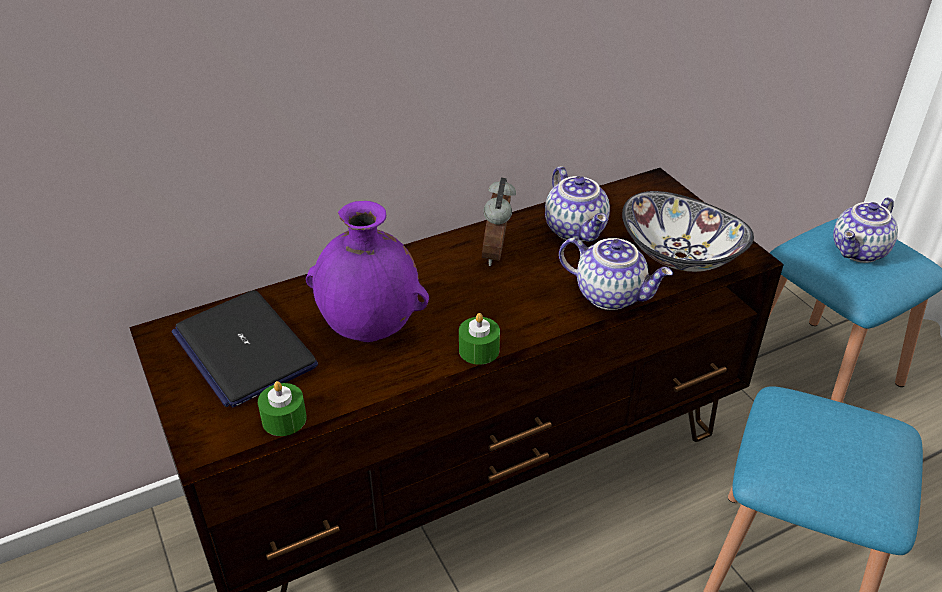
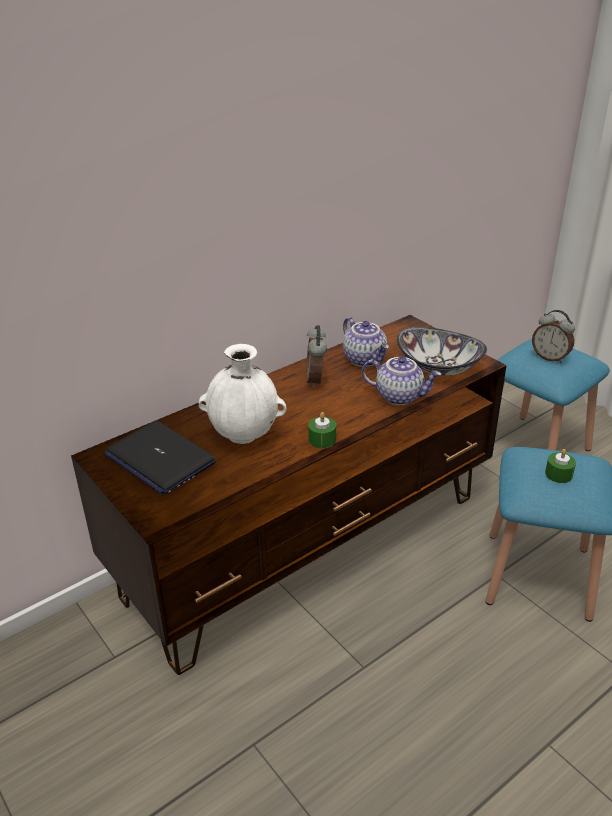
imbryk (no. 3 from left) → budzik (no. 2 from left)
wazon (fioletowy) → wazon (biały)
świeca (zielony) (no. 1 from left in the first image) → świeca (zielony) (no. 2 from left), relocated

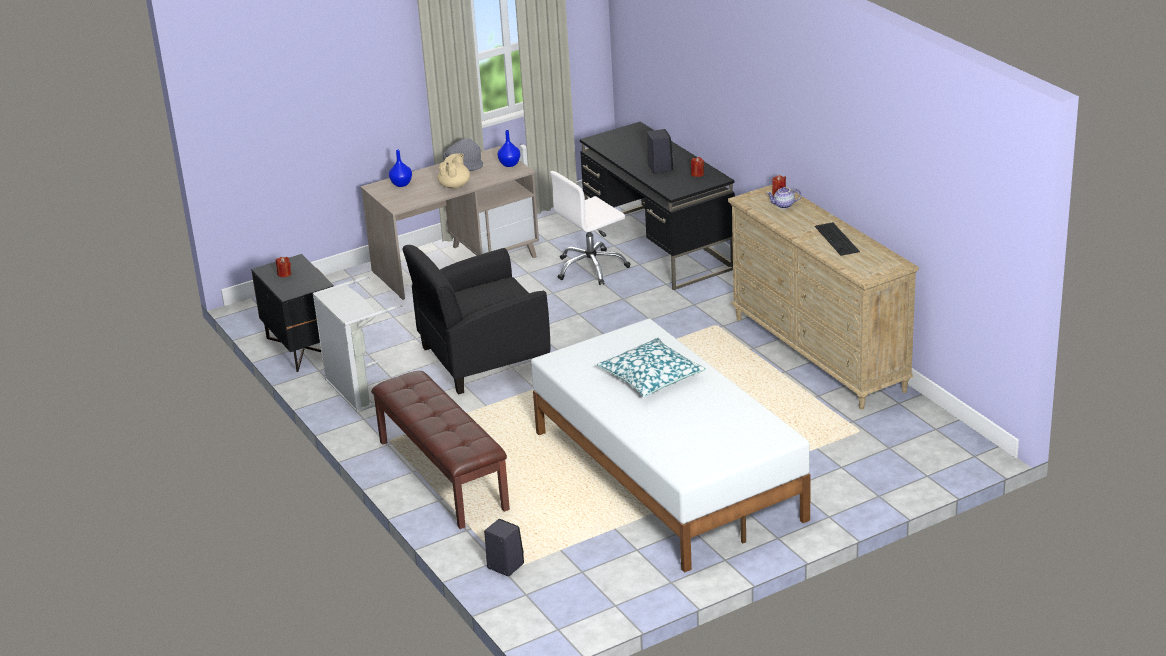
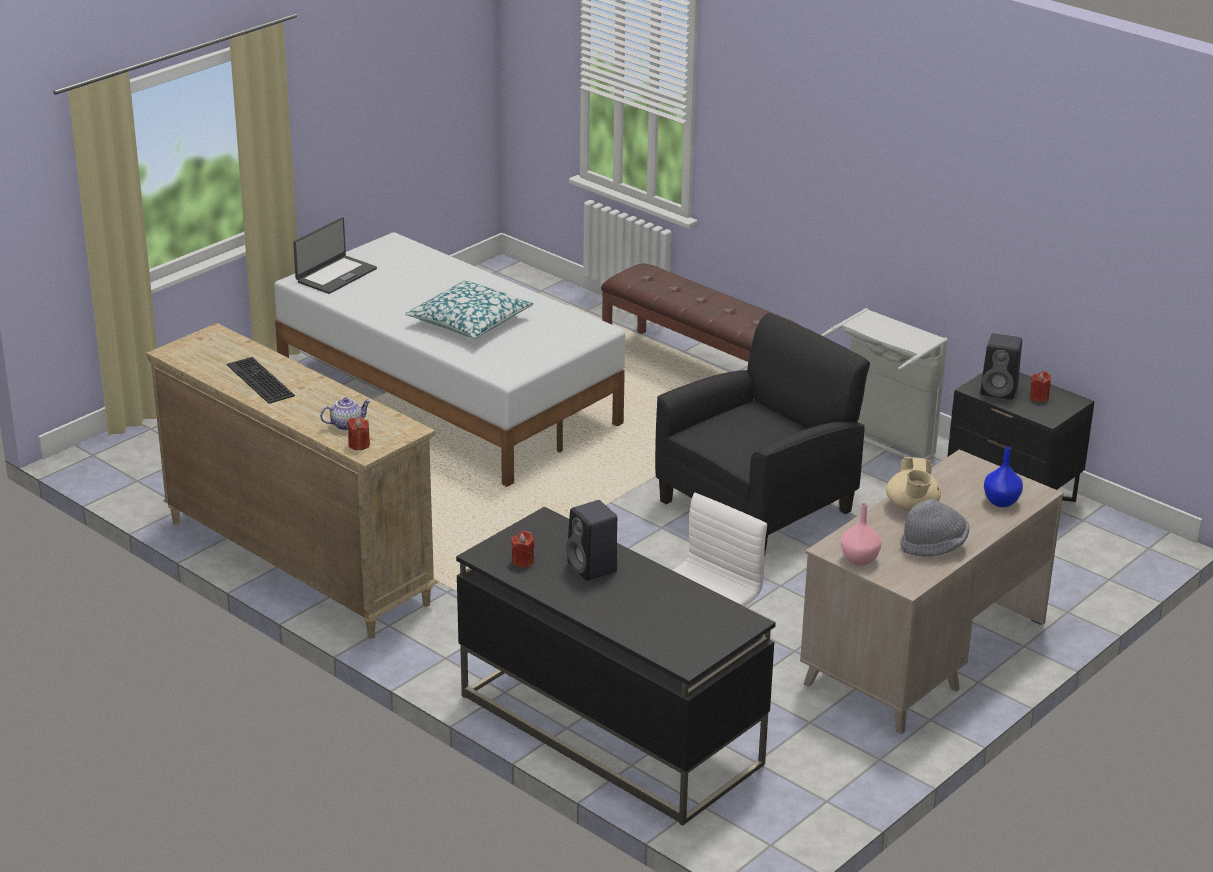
wazon (niebieski) (no. 2 from left) → wazon (różowy)
głośnik (czarny) (no. 1 from left in the first image) → głośnik (czarny) (no. 2 from left), relocated
- → laptop

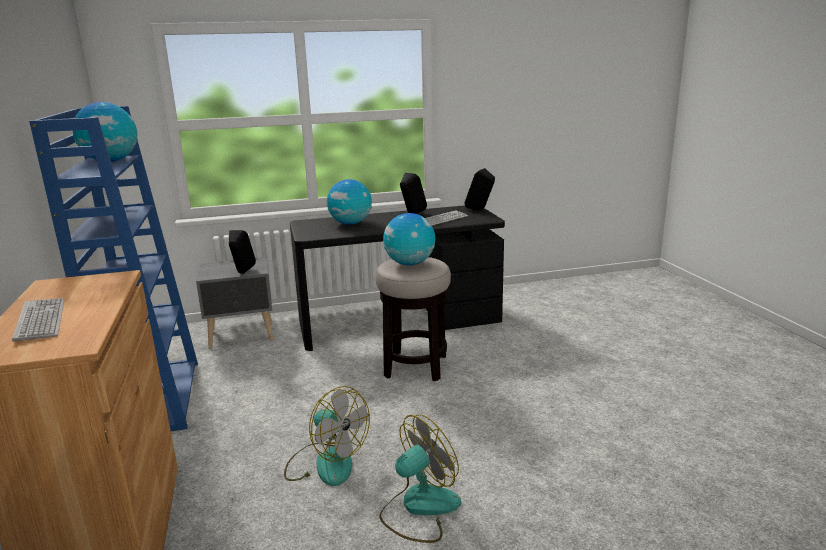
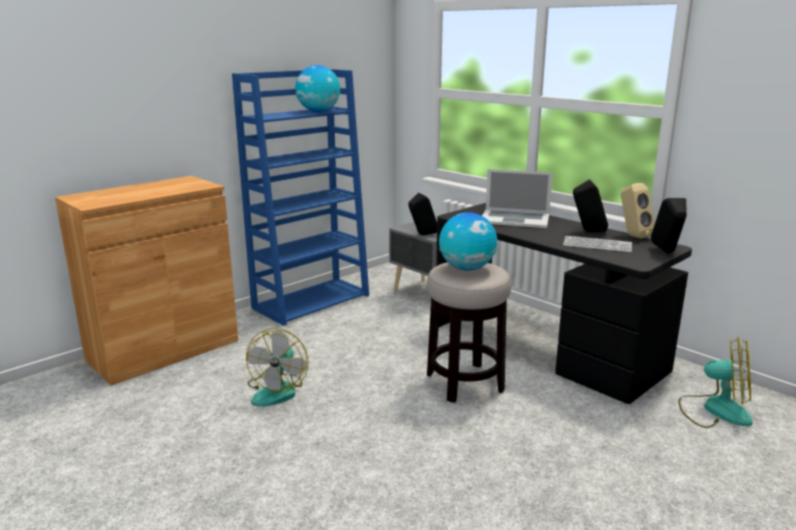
globus (no. 2 from left) → laptop
klawiatura (no. 1 from left) → -
wentylator (no. 2 from left), relocated
- → głośnik (beżowy)

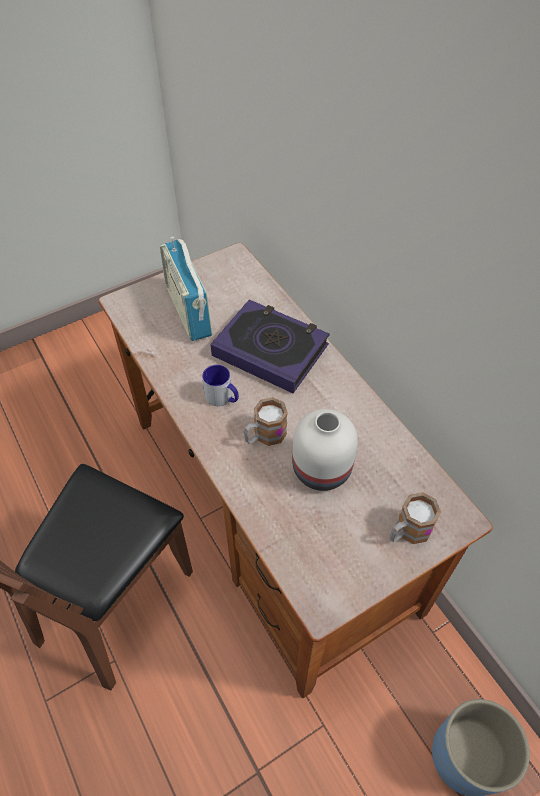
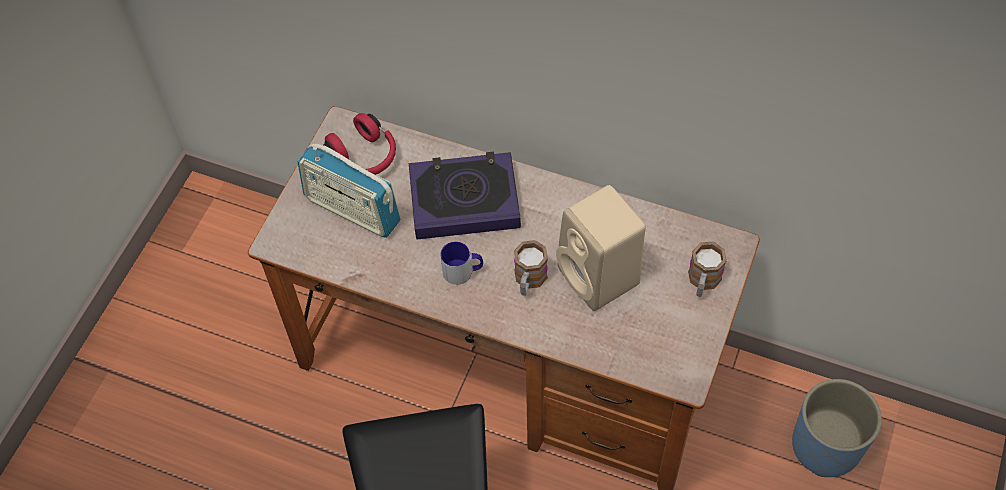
wazon (biały) → głośnik (beżowy)
- → słuchawki (czerwony)

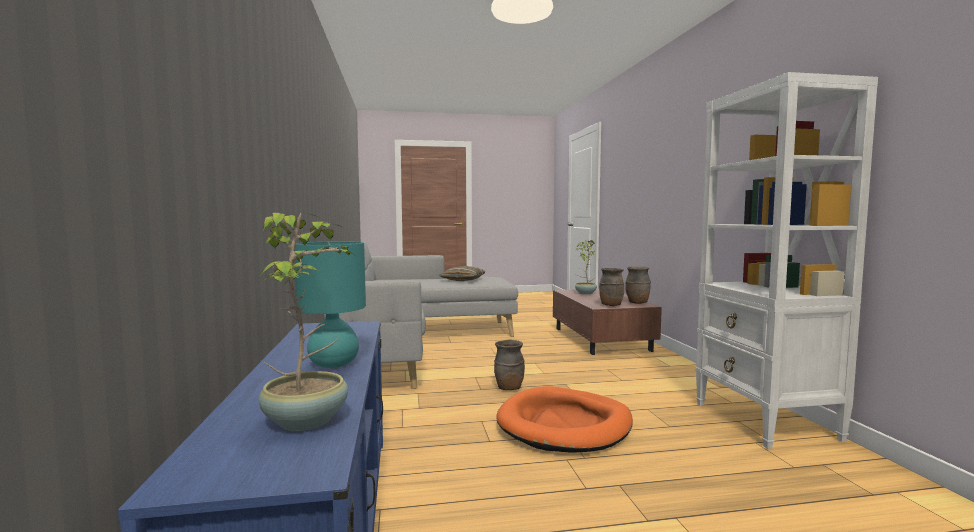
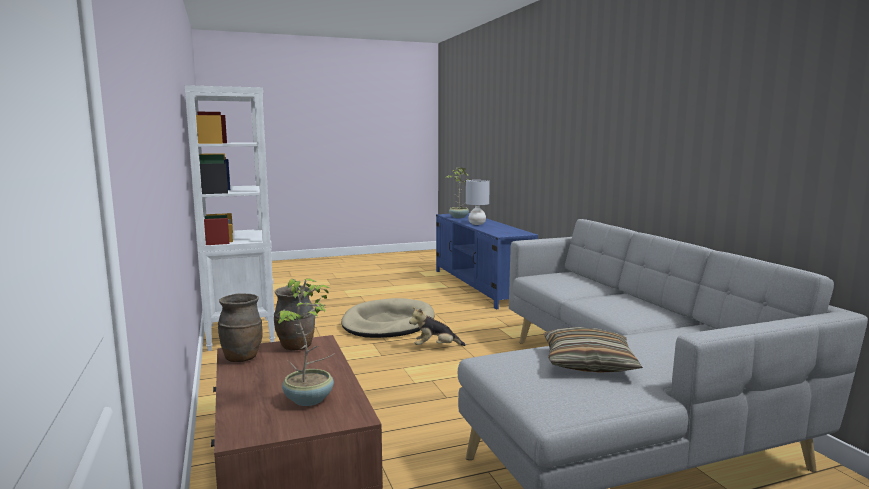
lampa stołowa (turkusowy) → lampa stołowa (szary)
wazon (brązowy) (no. 1 from left) → pluszak
legowisko (pomarańczowy) → legowisko (beżowy)

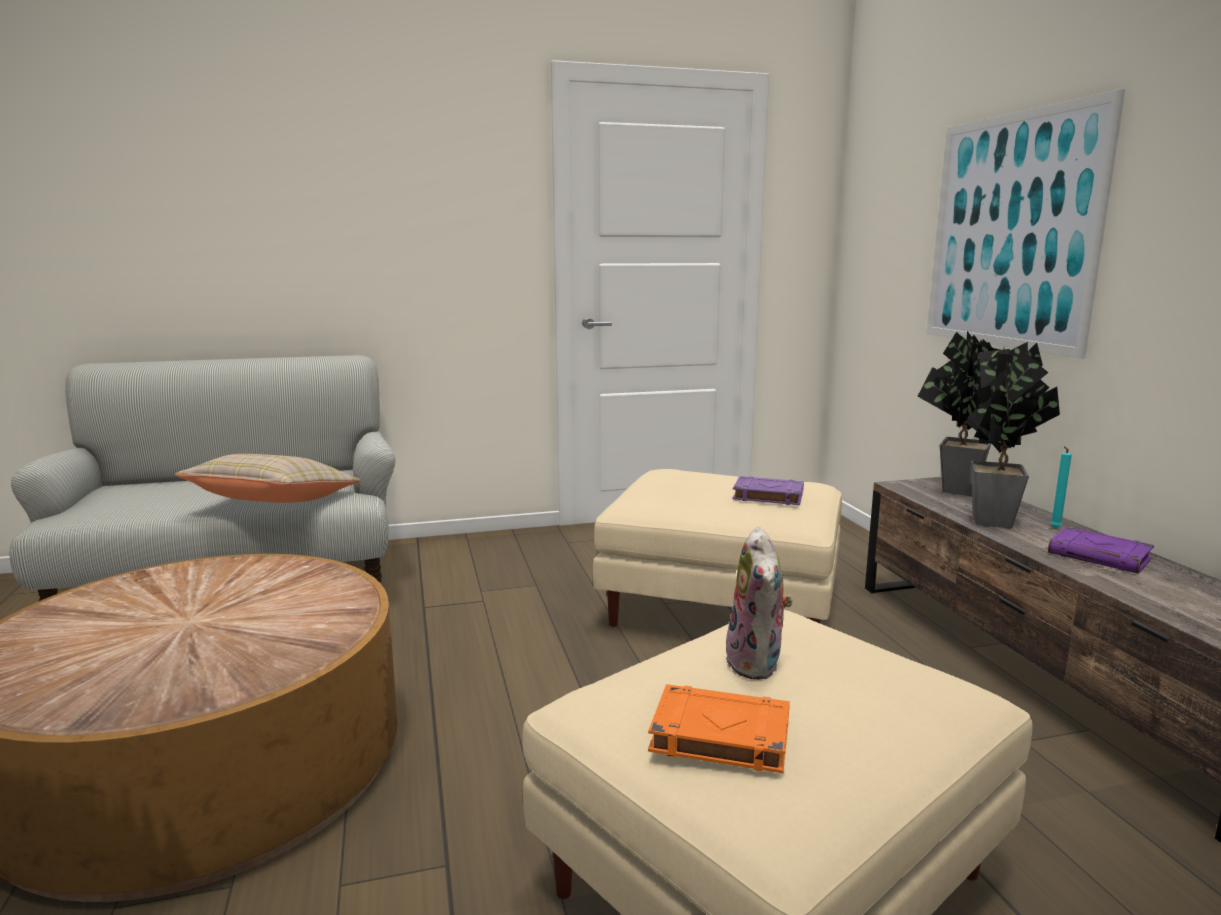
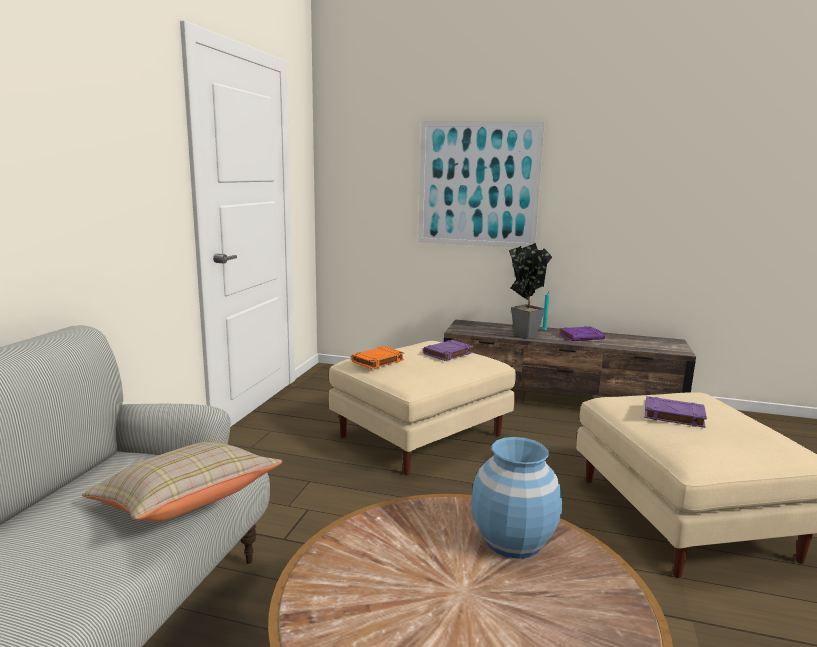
roślina doniczkowa (no. 1 from left) → -
pluszak → książka (fioletowy) (no. 3 from left)
książka (pomarańczowy), relocated
- → wazon (niebieski)

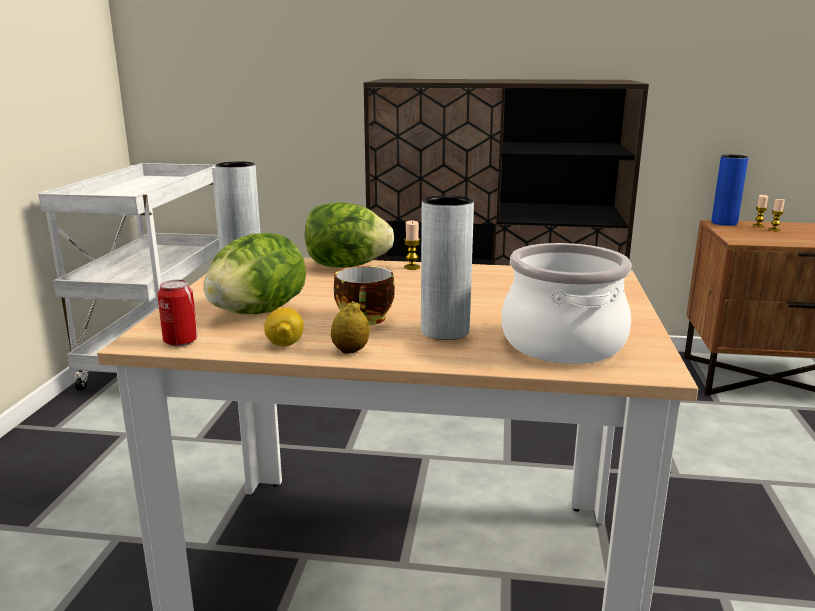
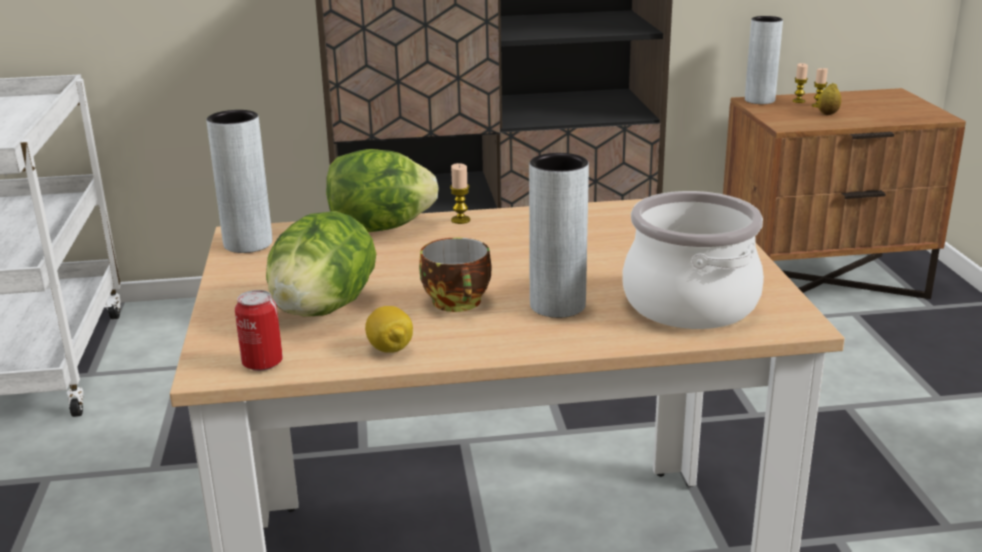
wazon (niebieski) → wazon (szary) (no. 3 from left)
cytryna (no. 2 from left), relocated

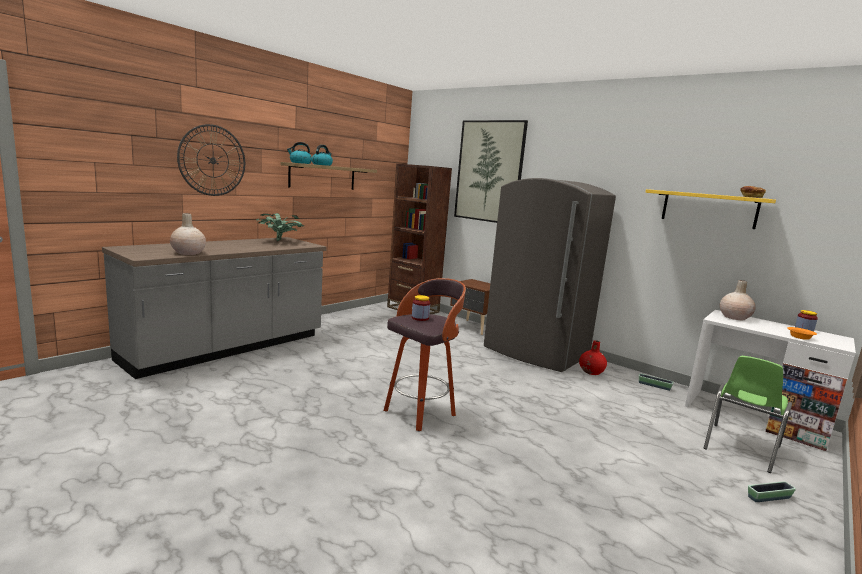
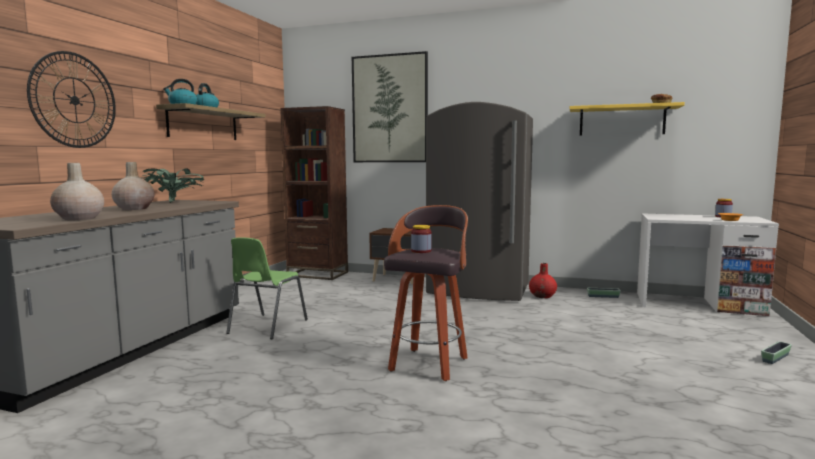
wazon (beżowy) (no. 2 from left), relocated
krzesło (zielony), relocated

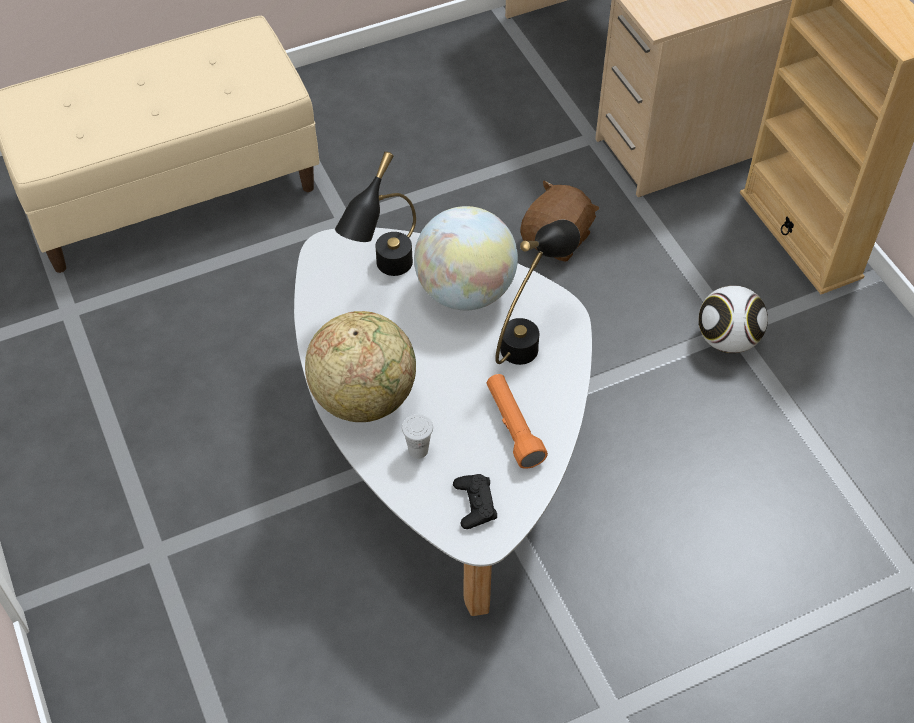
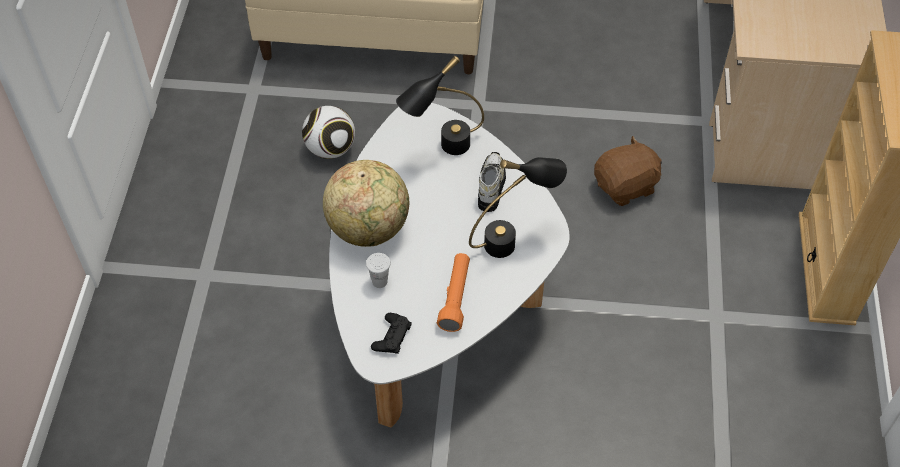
globus (no. 2 from left) → but
piłka futbolowa, relocated

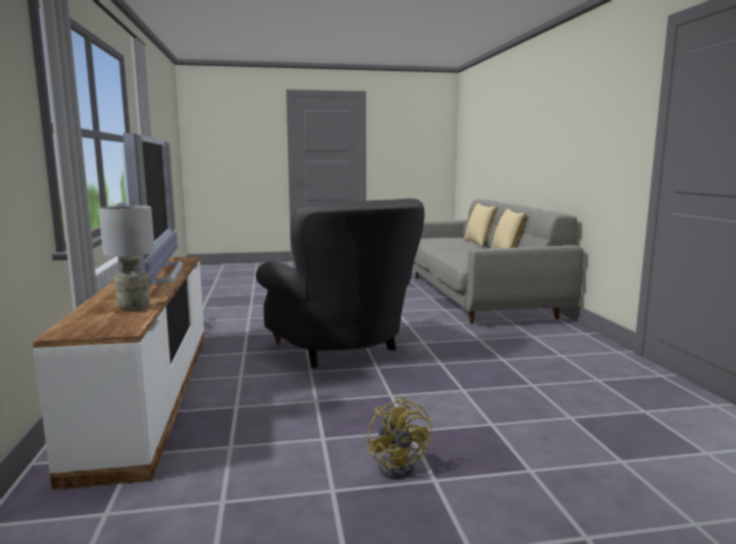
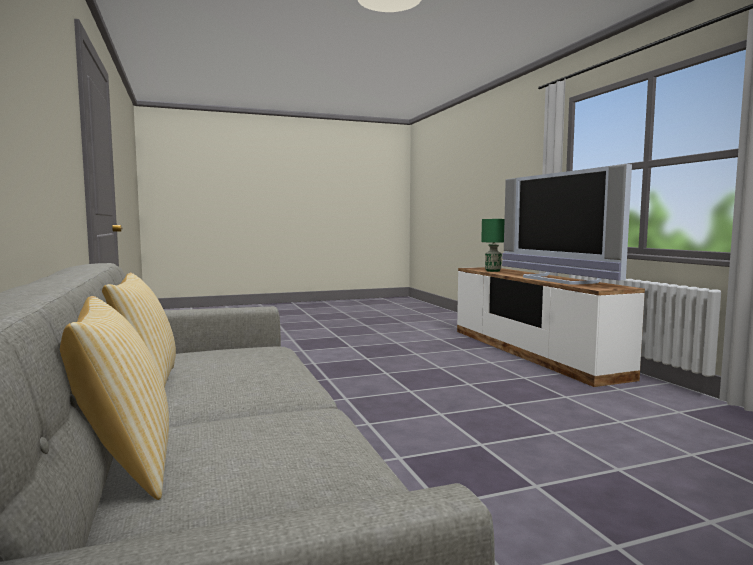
fotel (szary) → -
lampa stołowa (szary) → lampa stołowa (zielony)
wentylator (żółty) → -

